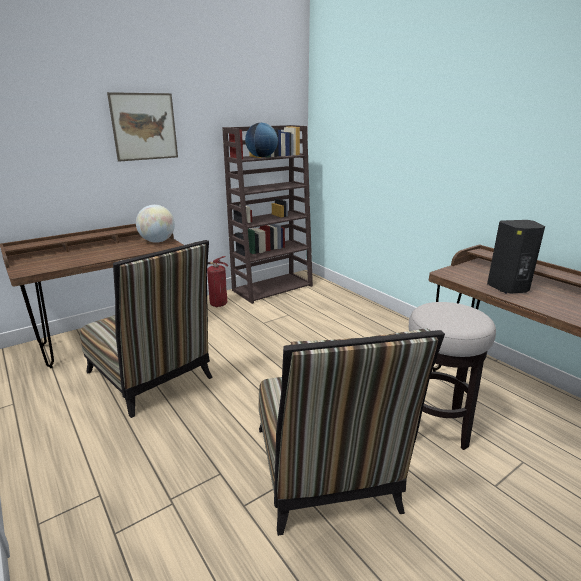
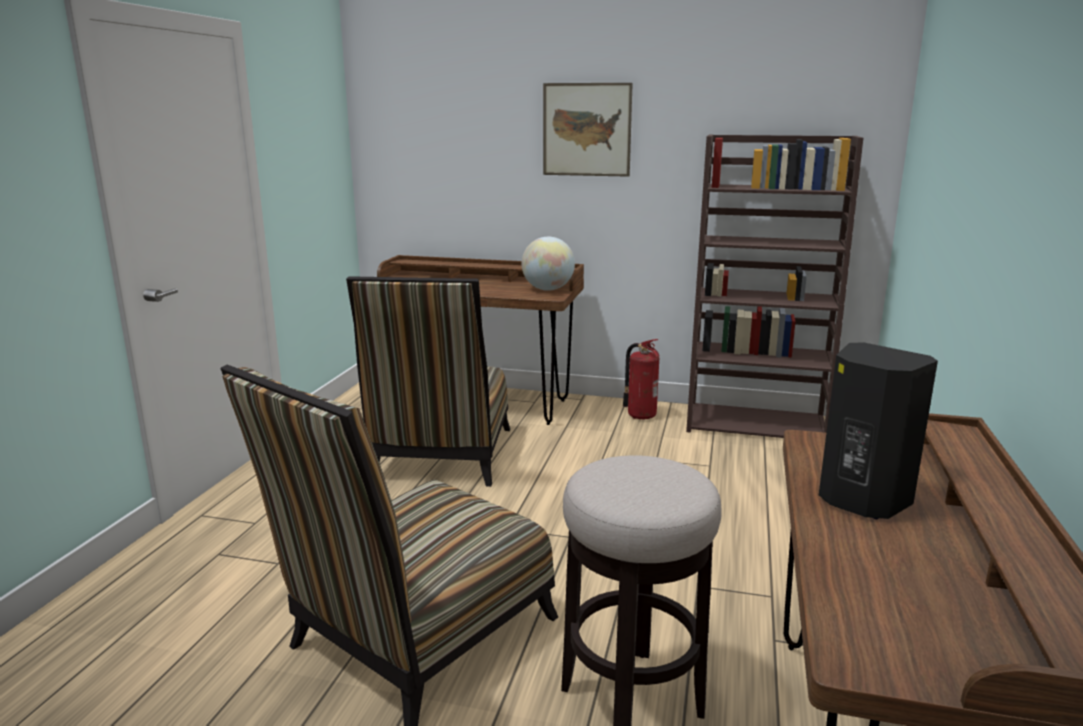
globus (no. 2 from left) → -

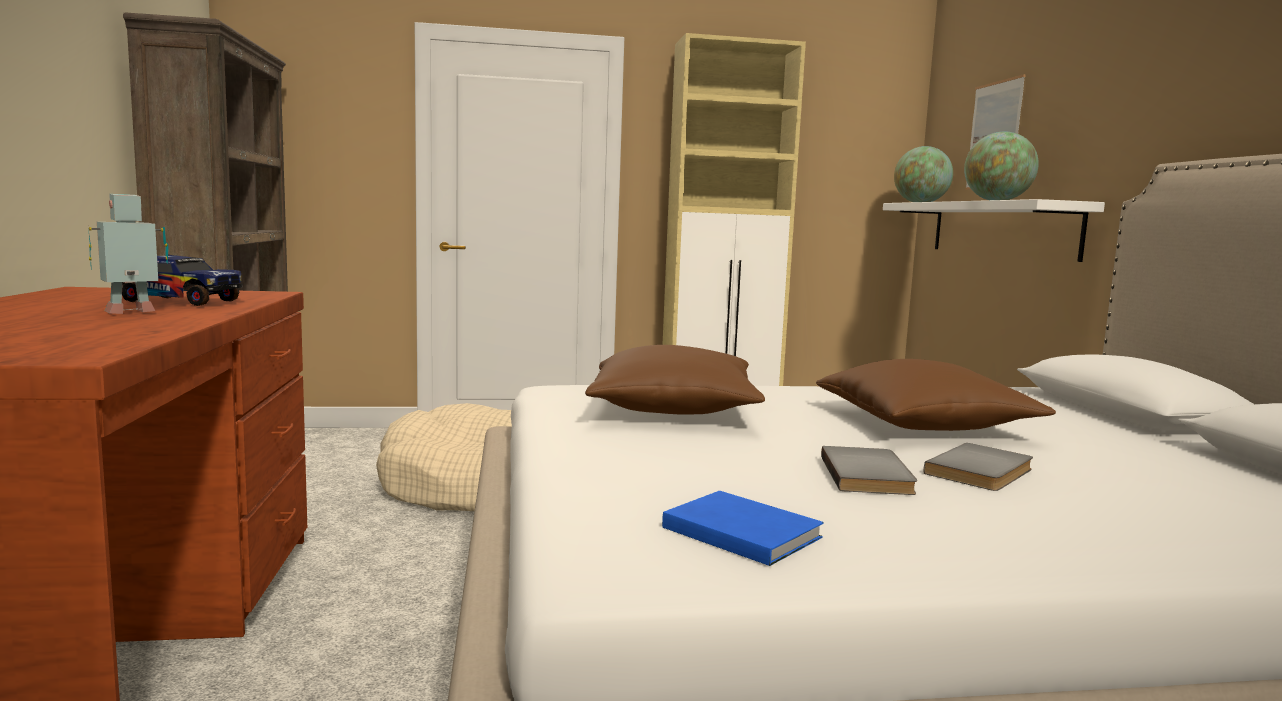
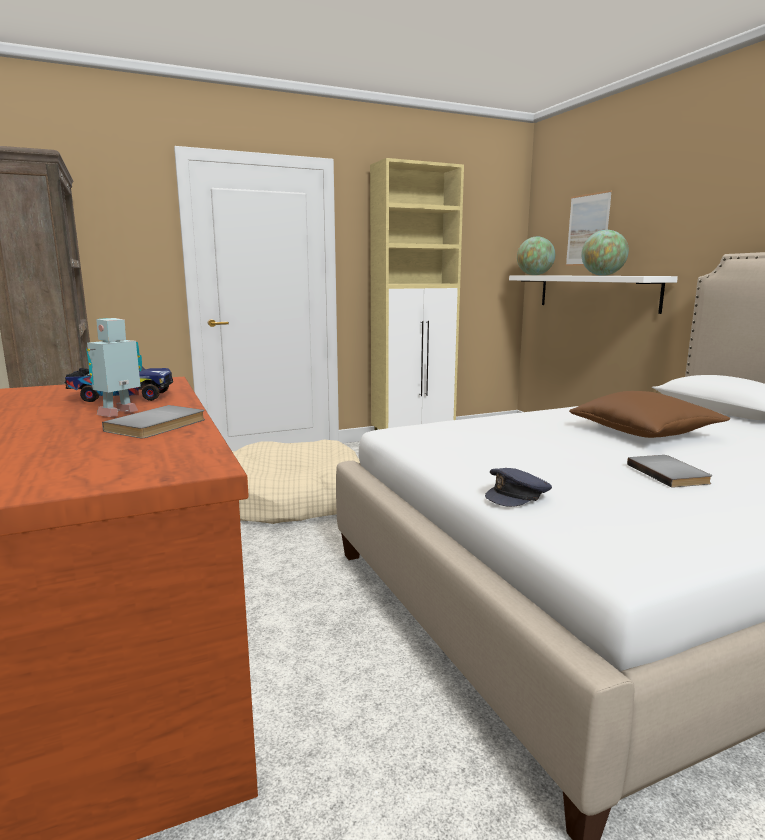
poduszka (brązowy) (no. 1 from left) → -
książka (szary) (no. 2 from left in the first image) → książka (szary) (no. 1 from left), relocated
książka (niebieski) → -
- → czapka z daszkiem (szary)

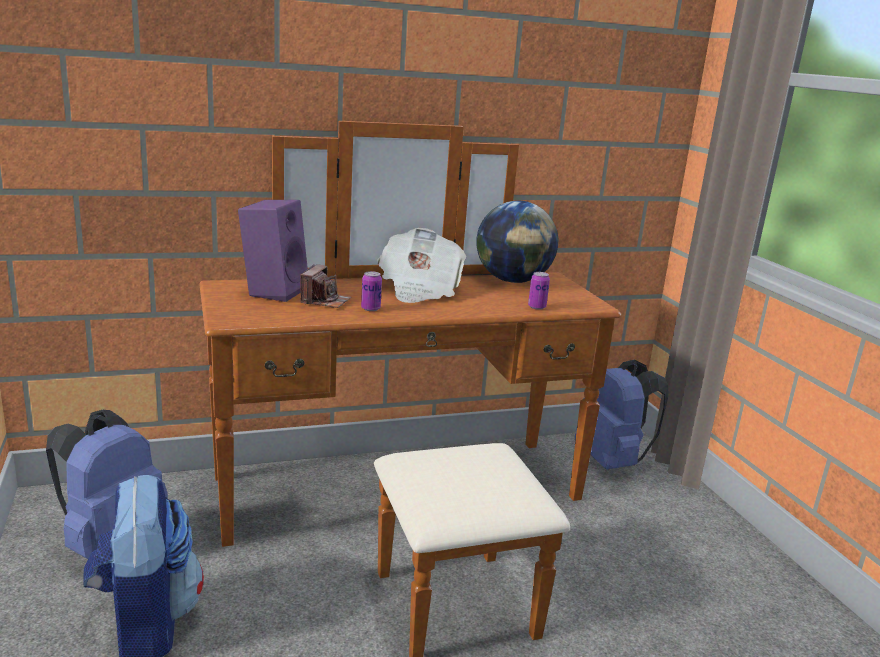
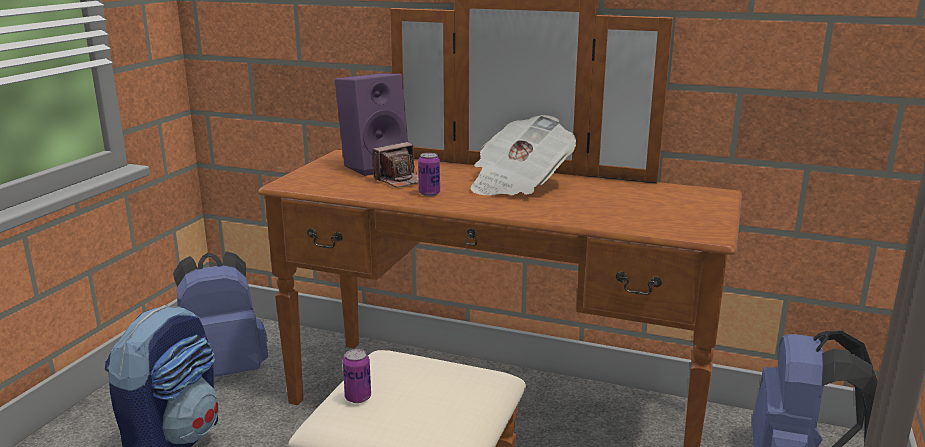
globus → -
puszka (no. 2 from left in the first image) → puszka (no. 1 from left), relocated

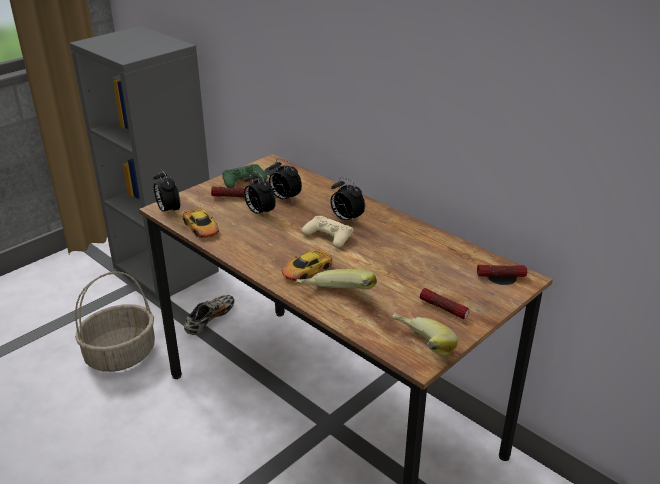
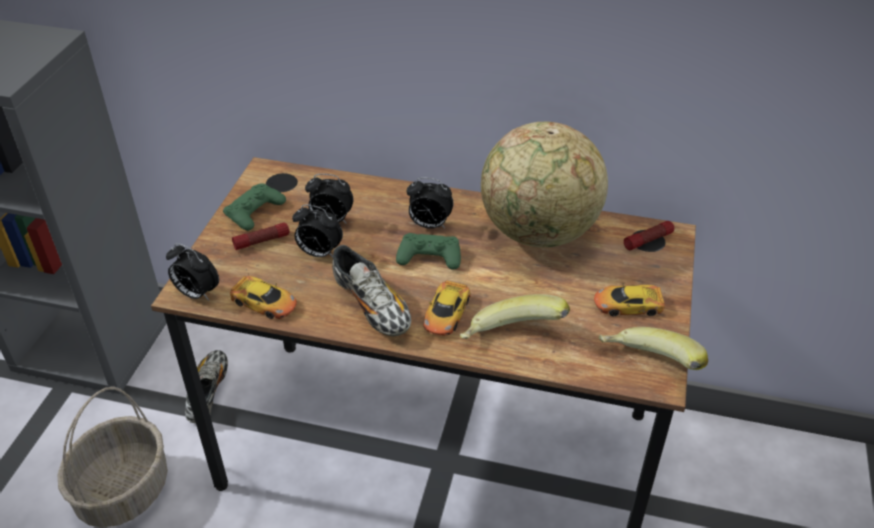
pad do gier (beżowy) → pad do gier (zielony) (no. 2 from left)
latarka (no. 2 from left) → samochodzik (no. 3 from left)
- → globus
- → but (no. 2 from left)

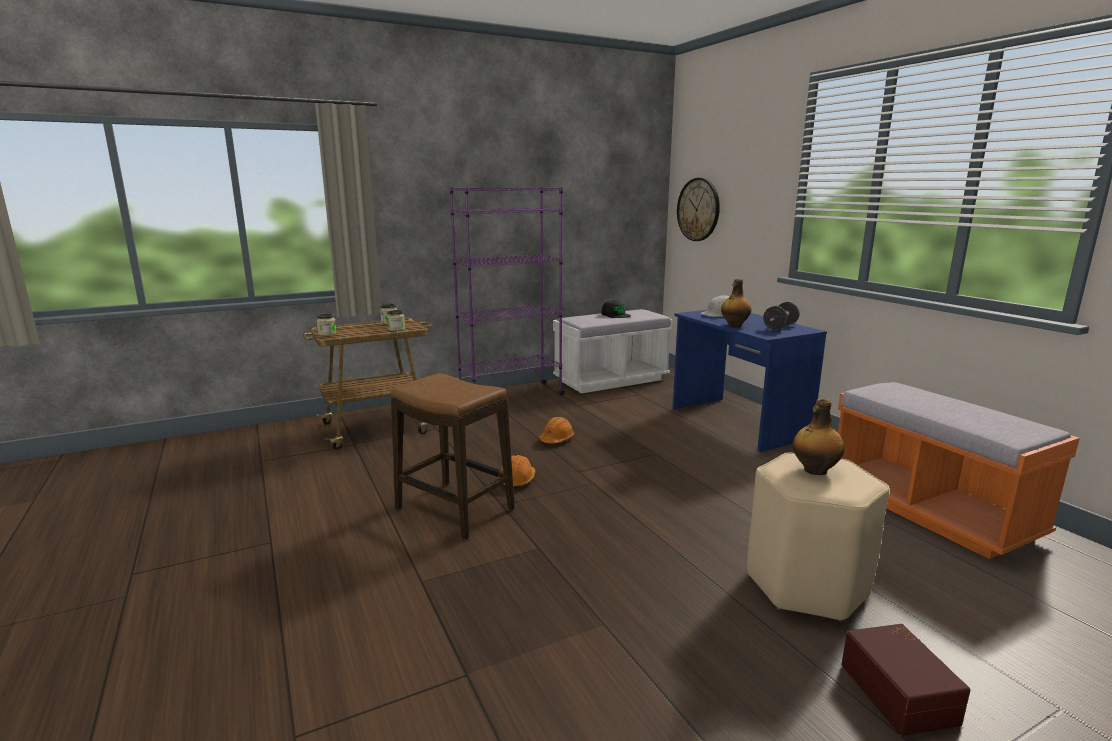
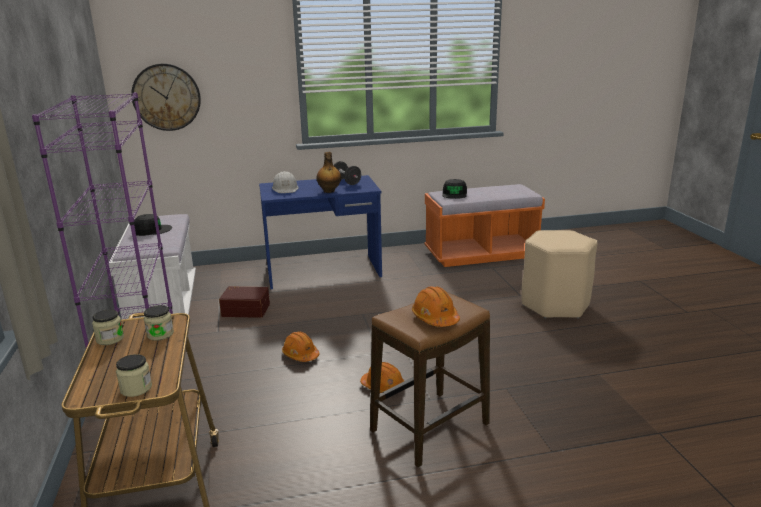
butelka (no. 2 from left) → -
pojemnik do przechowywania (brązowy), relocated
- → czapka z daszkiem (czarny) (no. 2 from left)
- → kask (pomarańczowy) (no. 3 from left)

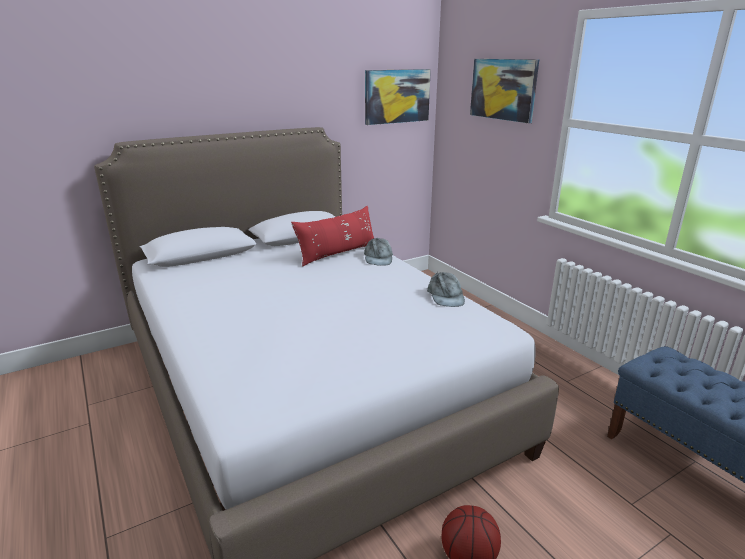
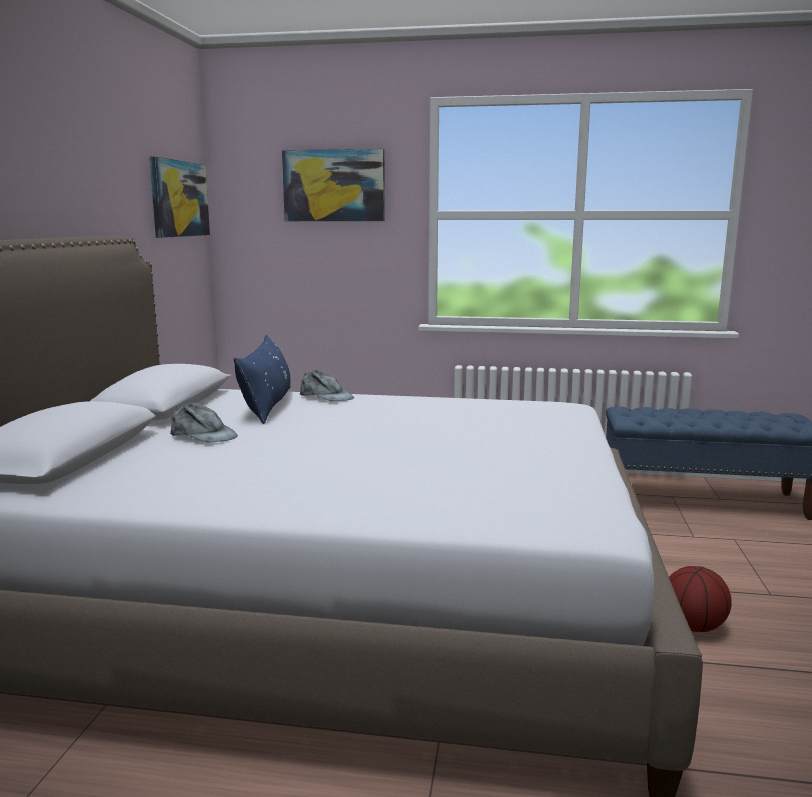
poduszka (czerwony) → poduszka (niebieski)
czapka z daszkiem (szary) (no. 2 from left in the first image) → czapka z daszkiem (szary) (no. 1 from left), relocated

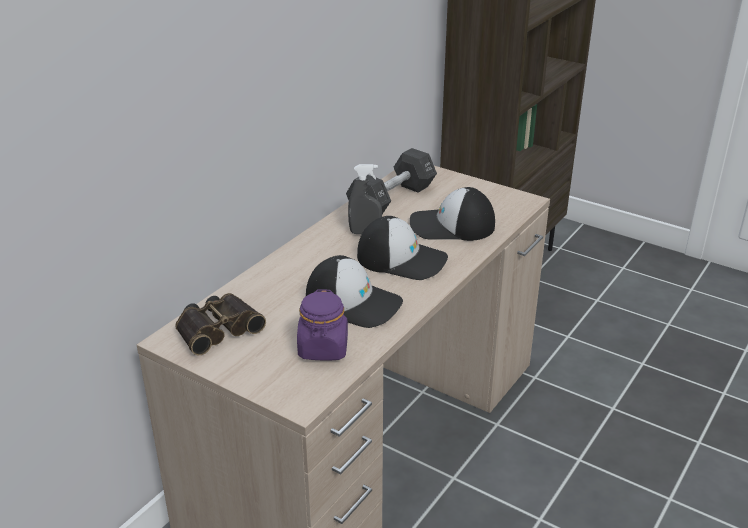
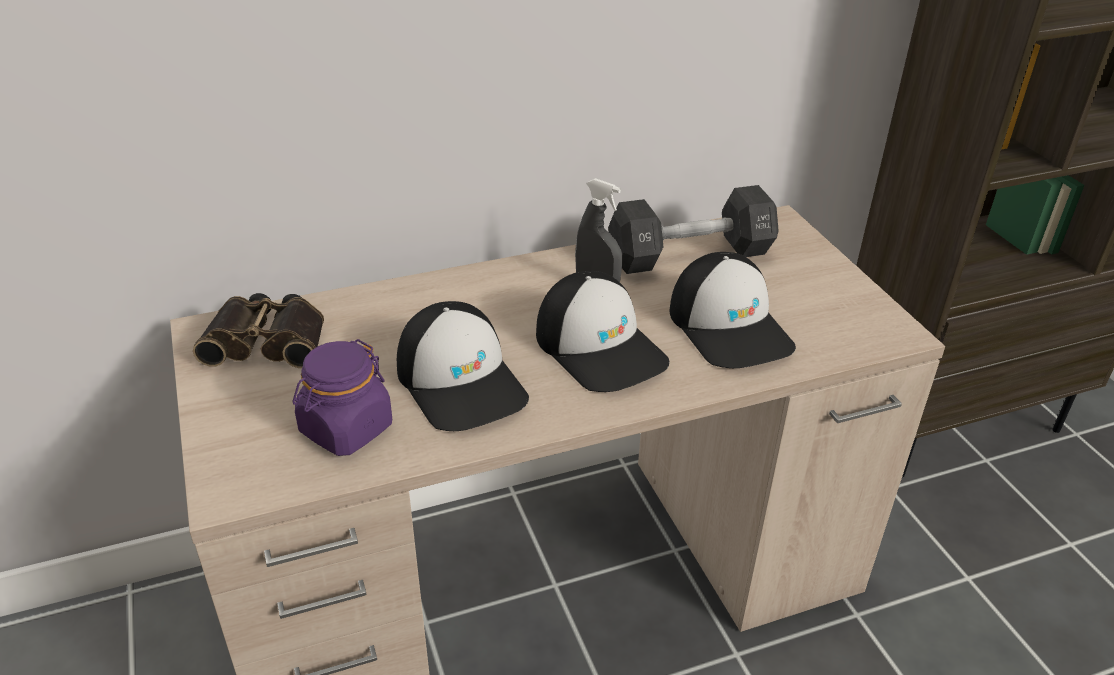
czapka z daszkiem (no. 3 from left), 150 degrees counterclockwise

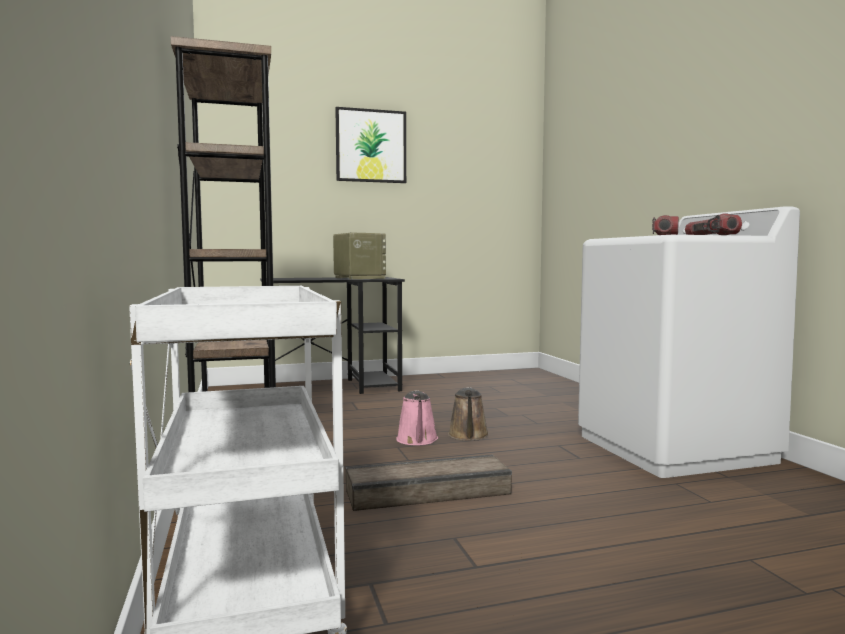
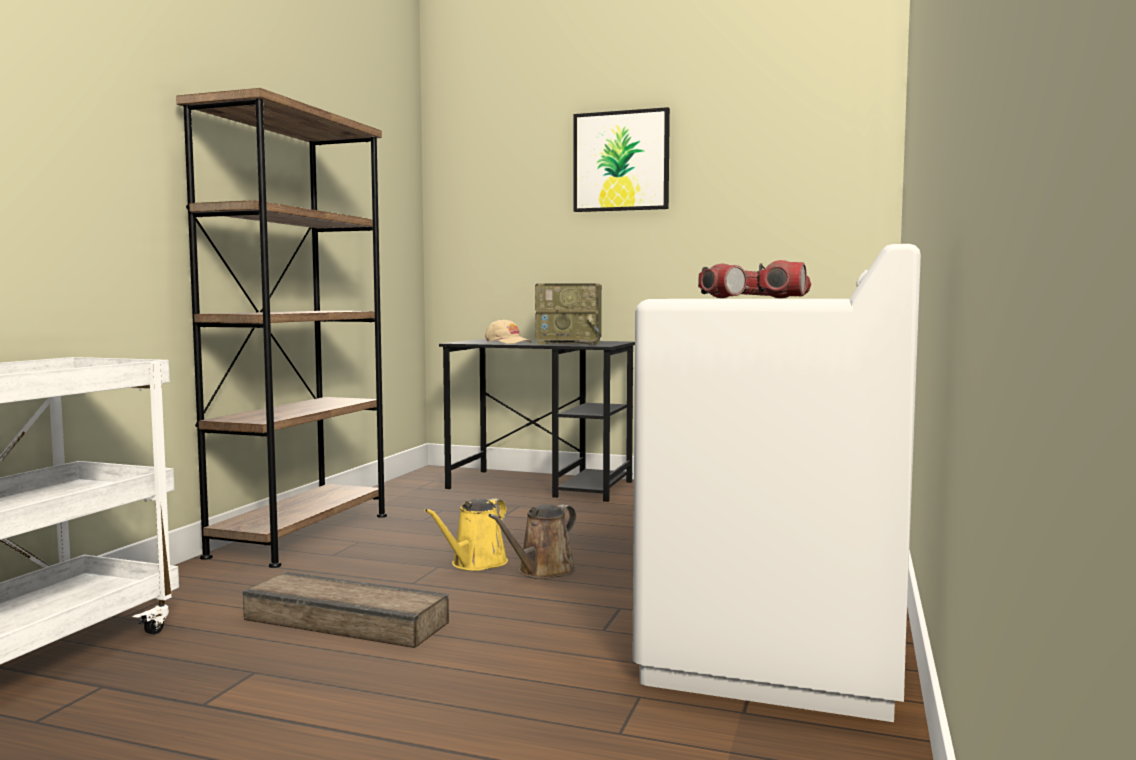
radio, 90 degrees clockwise
konewka (różowy) → konewka (żółty)
- → czapka z daszkiem (beżowy)

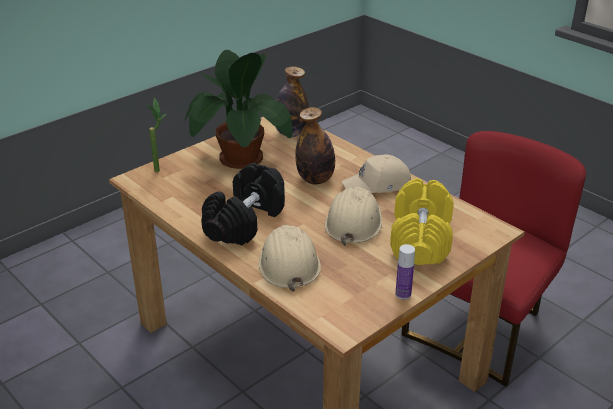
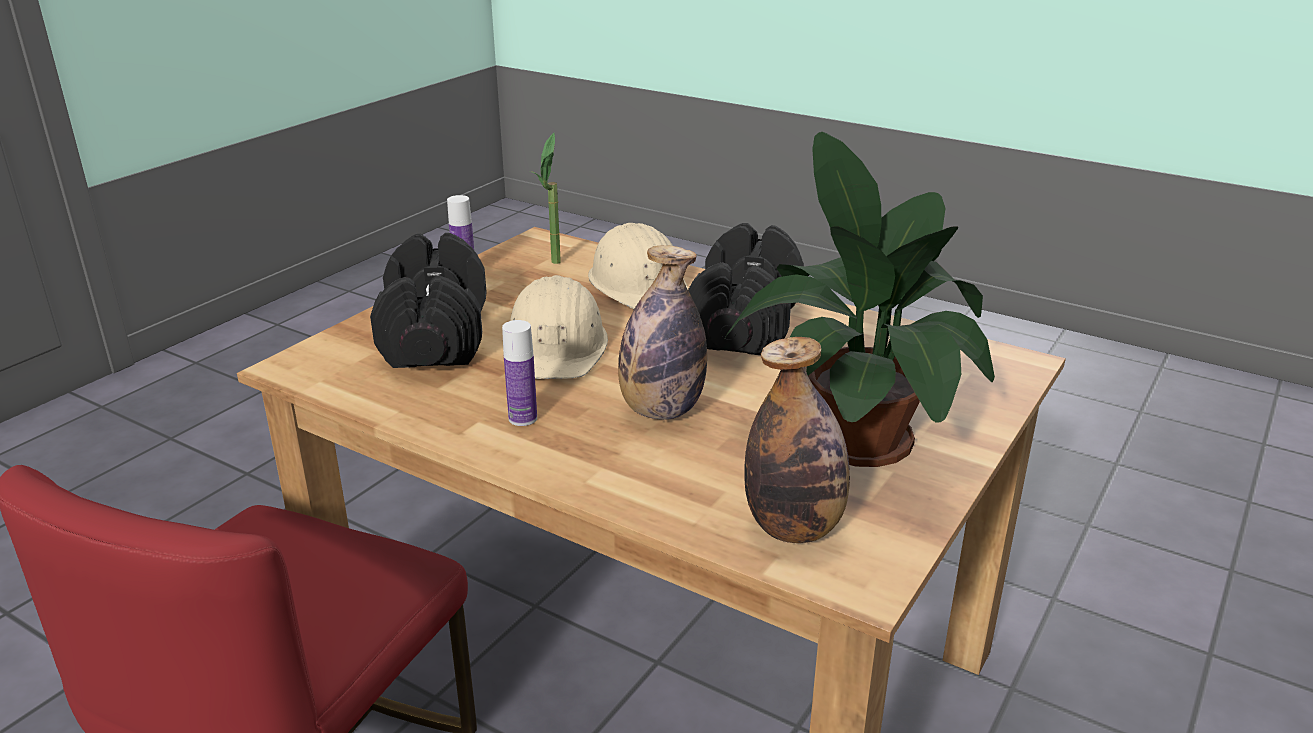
roślina doniczkowa (no. 1 from left), relocated
czapka z daszkiem (beżowy) → butelka (no. 2 from left)
hantel (żółty) → hantel (czarny) (no. 1 from left)

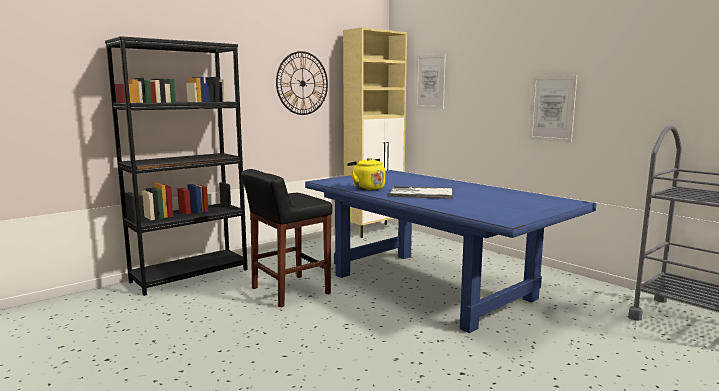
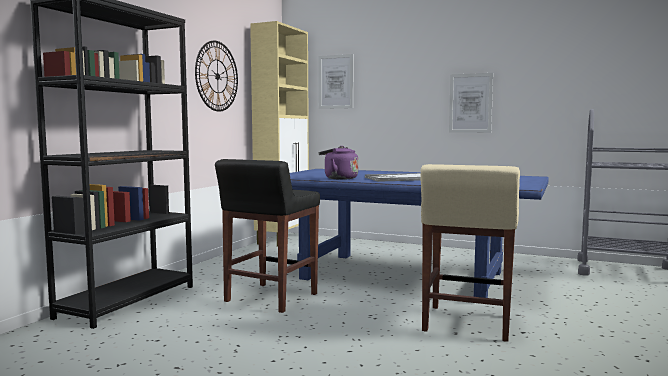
czajnik (żółty) → czajnik (fioletowy)
- → stołek (beżowy)

